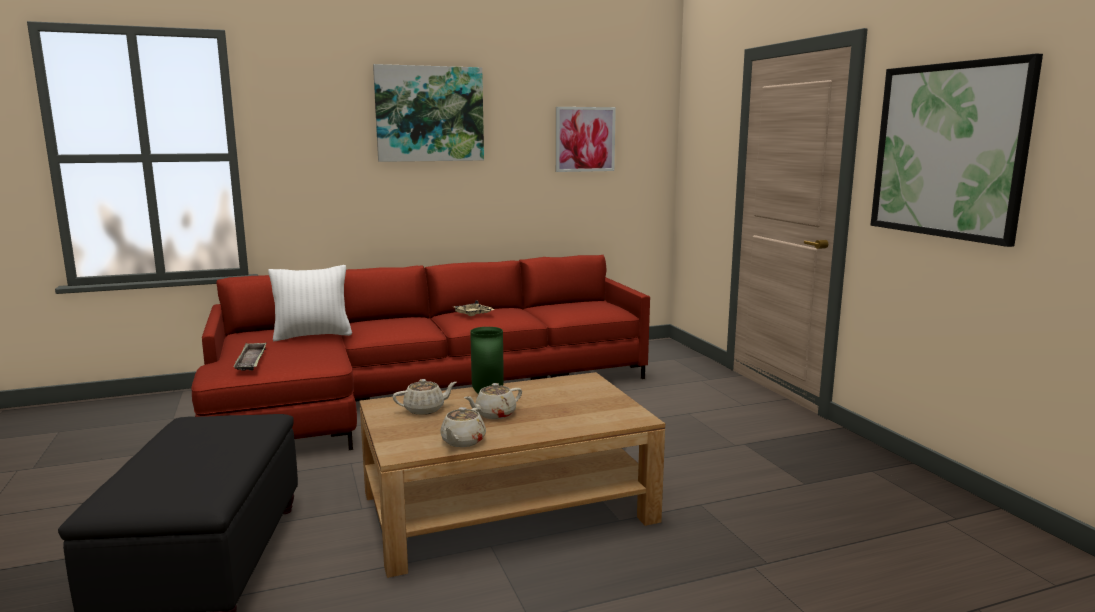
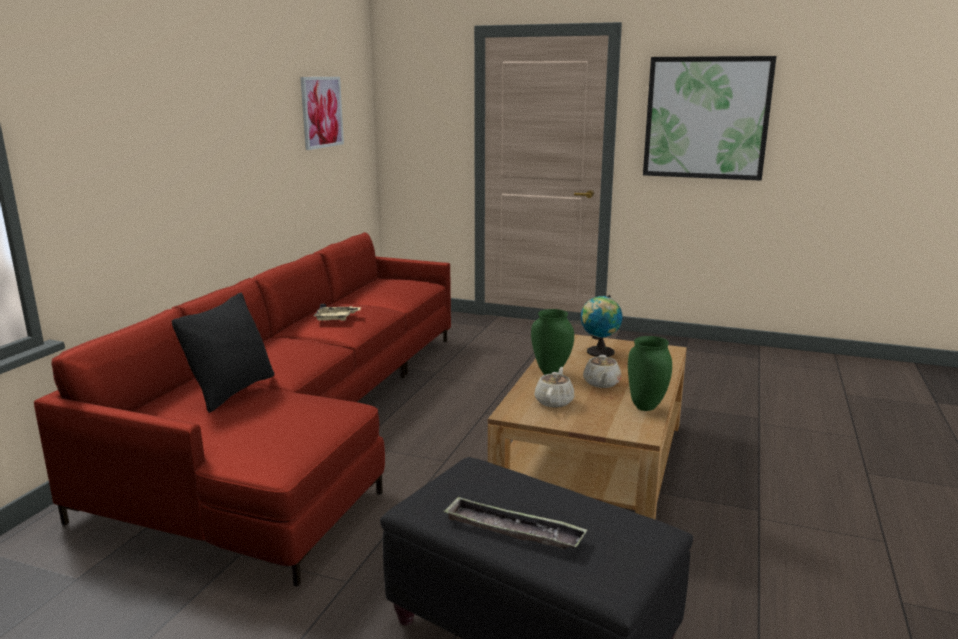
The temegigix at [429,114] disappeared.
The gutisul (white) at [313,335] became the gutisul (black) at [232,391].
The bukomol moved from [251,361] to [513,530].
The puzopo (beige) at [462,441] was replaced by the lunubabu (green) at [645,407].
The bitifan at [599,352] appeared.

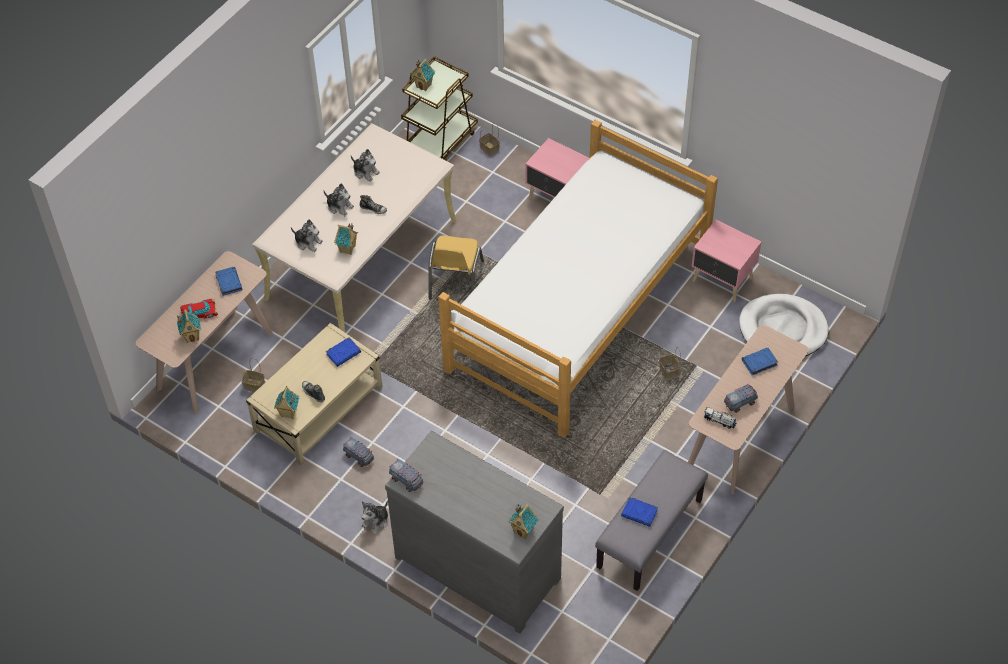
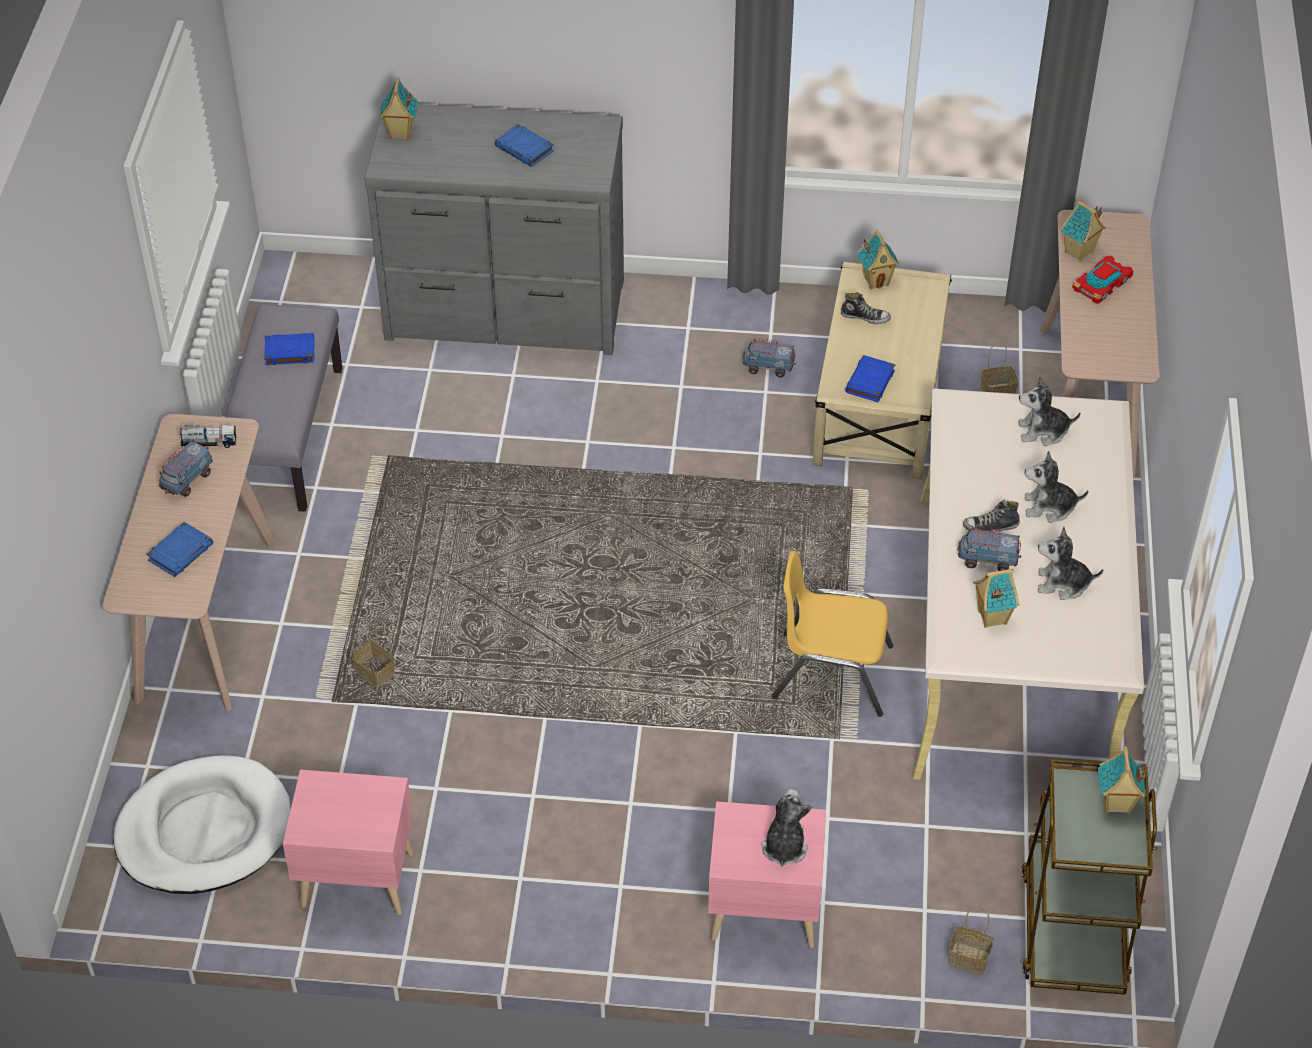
The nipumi at [579,311] disappeared.
The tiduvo moved from [348,249] to [991,617].
The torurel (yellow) at [455,280] turned 60 degrees counterclockwise.
The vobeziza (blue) moved from [228,282] to [525,149].
The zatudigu moved from [406,480] to [987,560].
The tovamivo moved from [376,521] to [784,846].

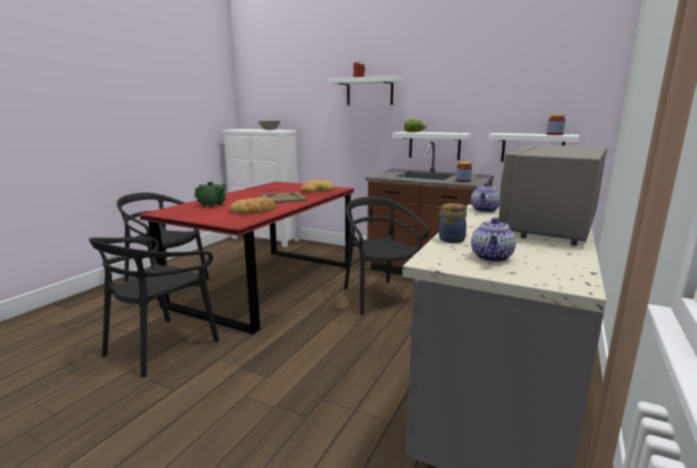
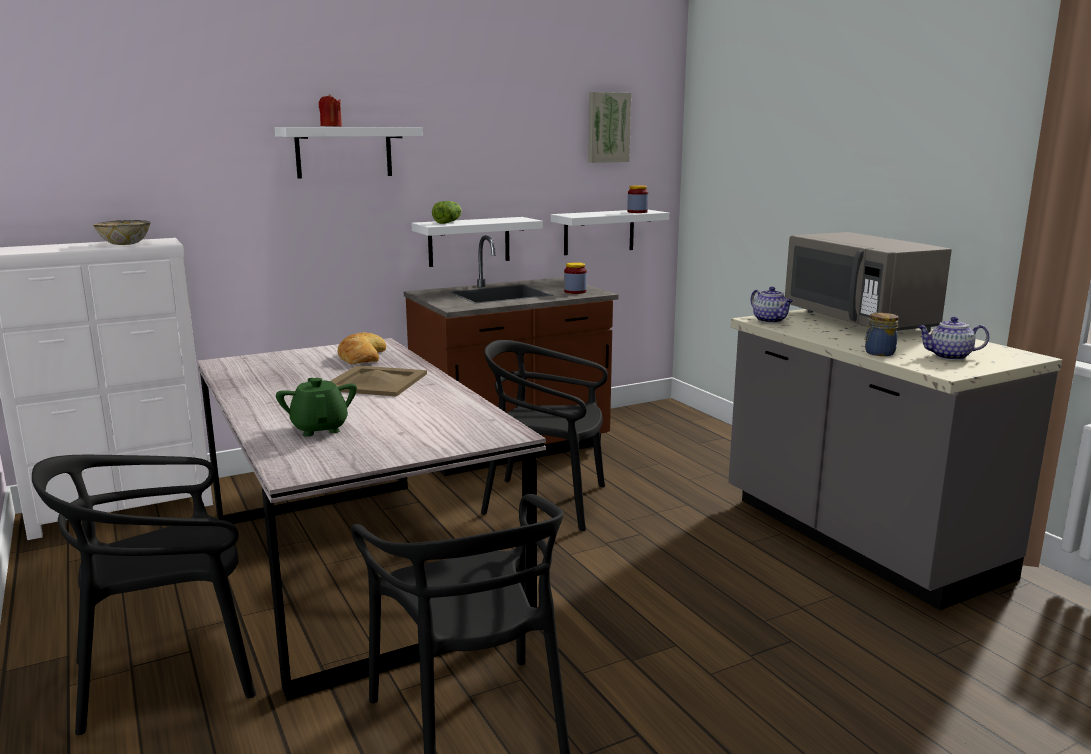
The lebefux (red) at [267,284] became the lebefux (grey) at [360,566].
The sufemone at [254,211] disappeared.
The puzopo at [492,258] turned 135 degrees clockwise.
The temegigix at [607,127] appeared.

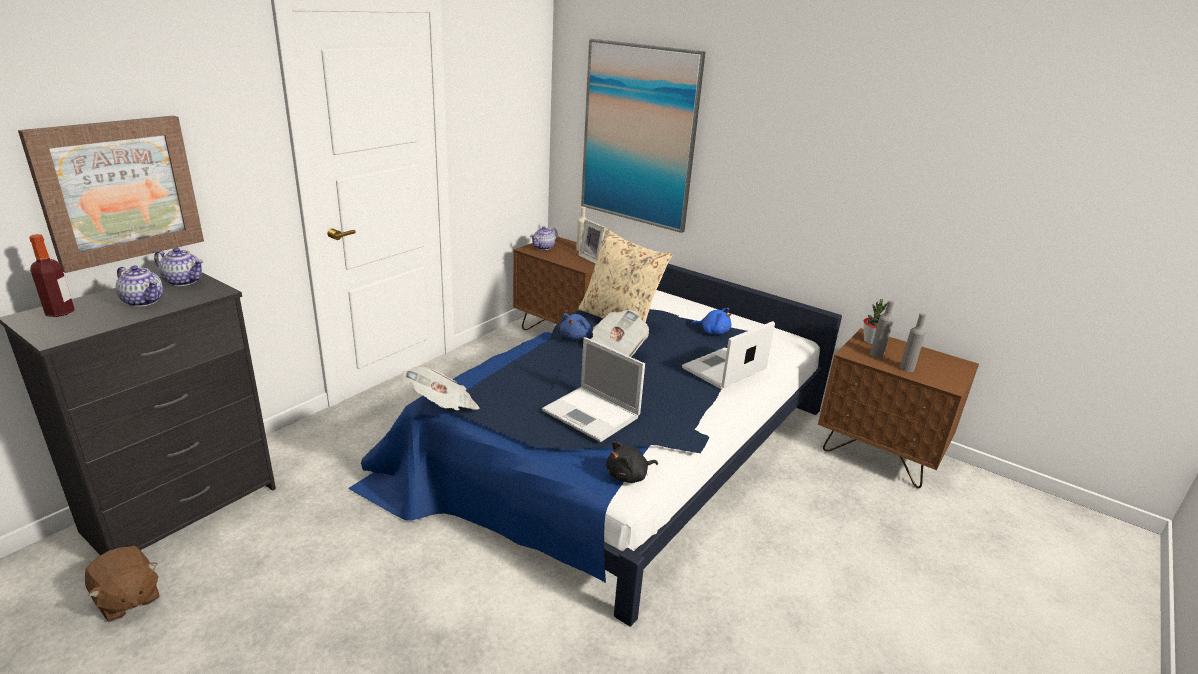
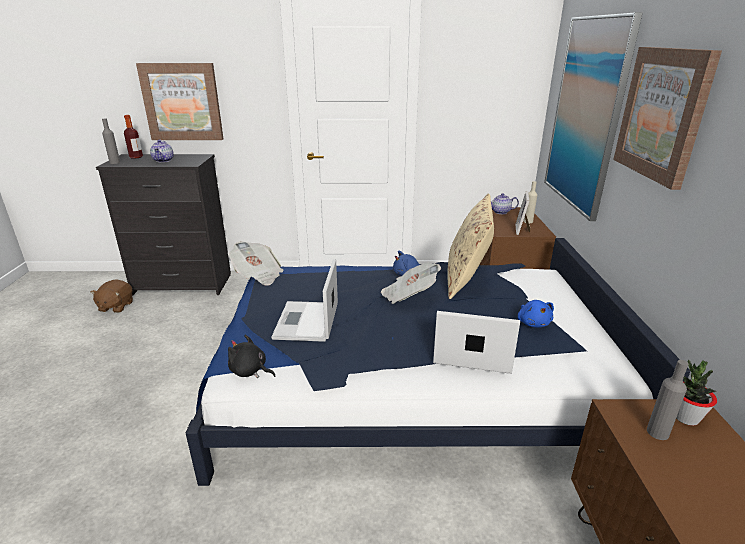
The puzopo at [184,281] disappeared.
The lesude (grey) moved from [907,368] to [115,162].
The temegigix at [663,114] appeared.

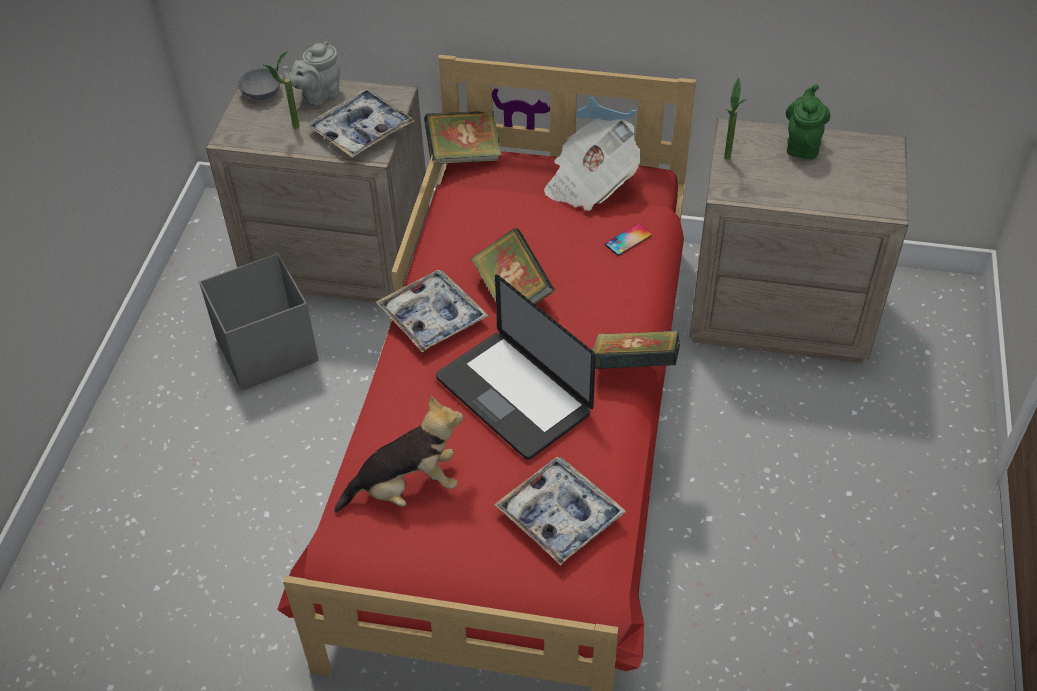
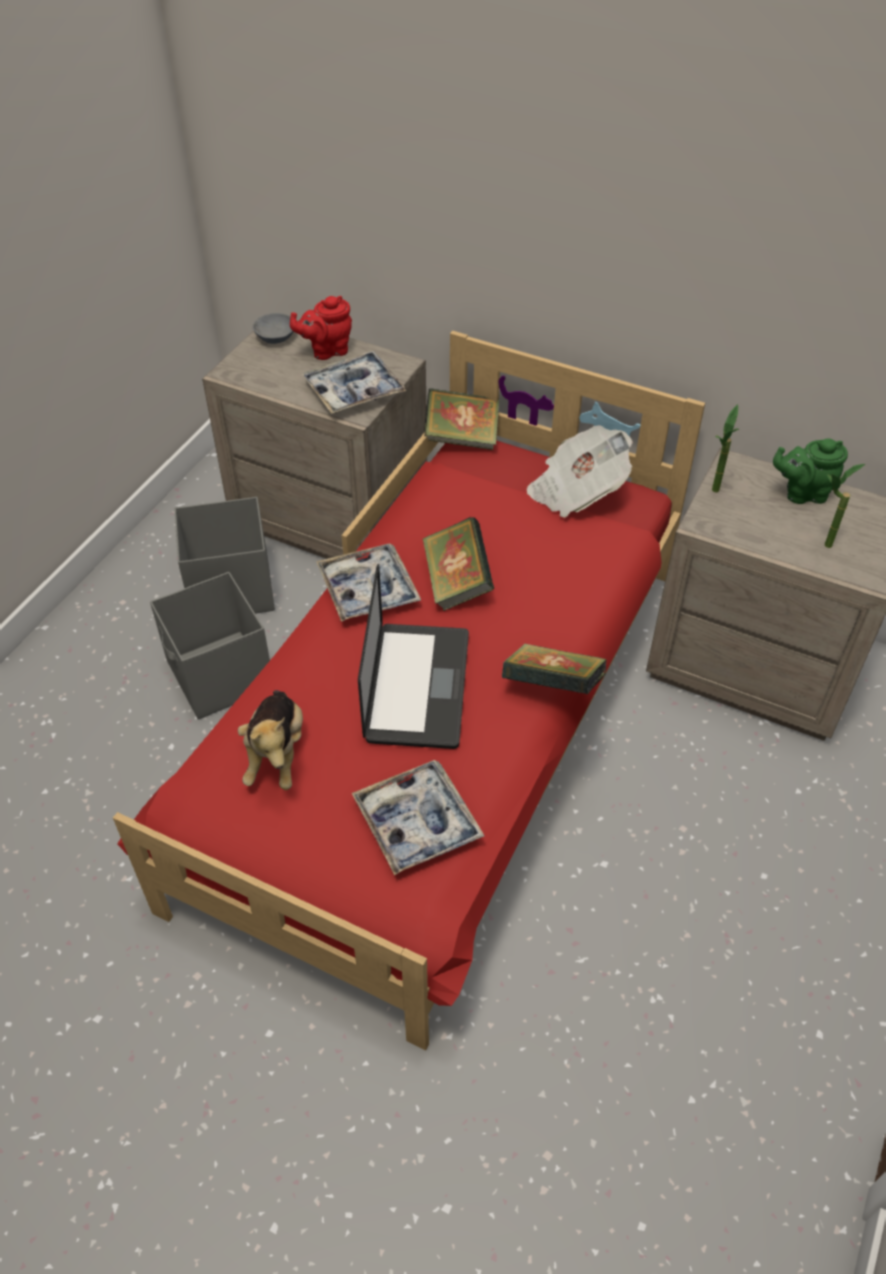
The puzopo (grey) at [318,96] became the puzopo (red) at [326,351].
The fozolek moved from [289,128] to [820,546].
The puzopo (green) at [802,145] turned 120 degrees counterclockwise.
The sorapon at [628,240] disappeared.
The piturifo at [513,396] turned 150 degrees counterclockwise.
The tovamivo at [407,487] turned 90 degrees clockwise.
The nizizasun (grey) at [220,676] appeared.

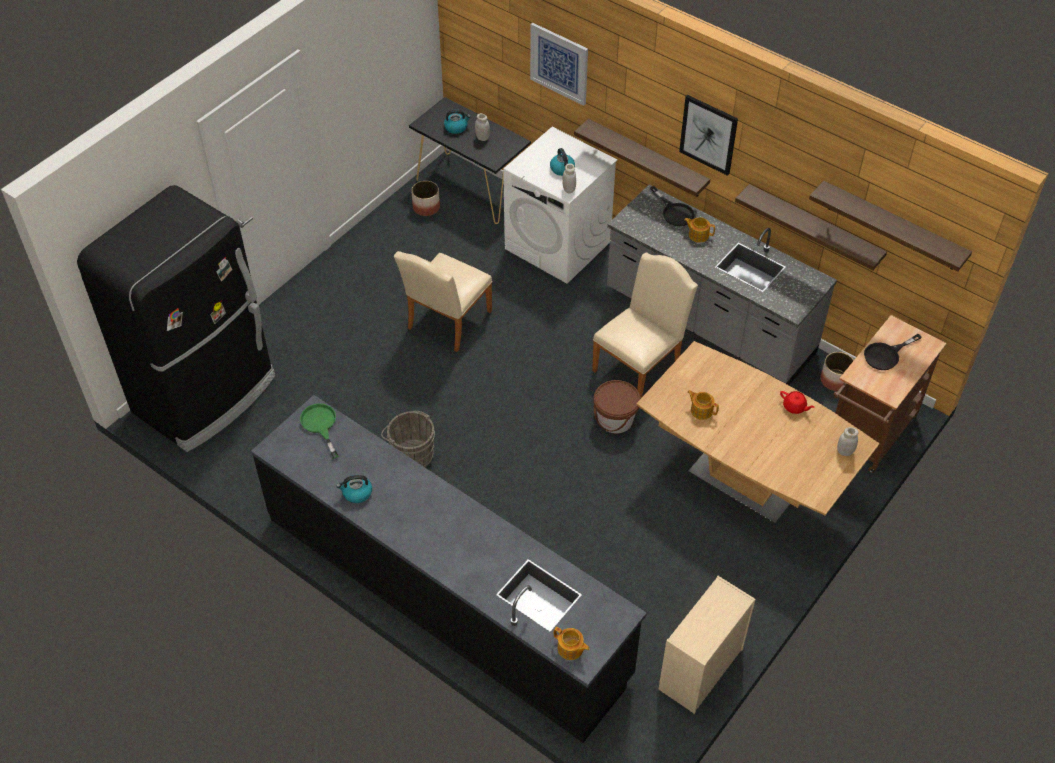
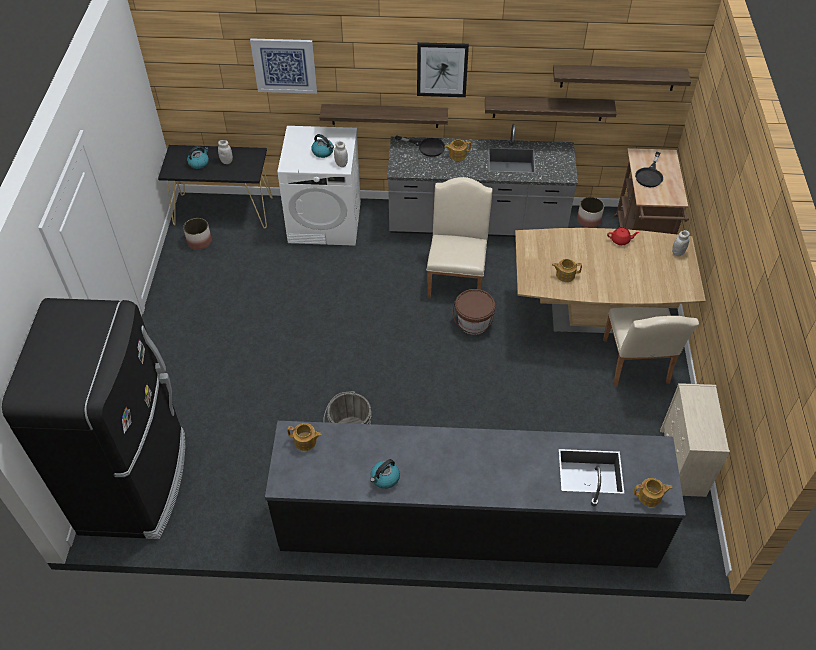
The torurel (beige) moved from [446,323] to [636,365].
The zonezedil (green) at [320,425] was replaced by the puzopo at [305,441].

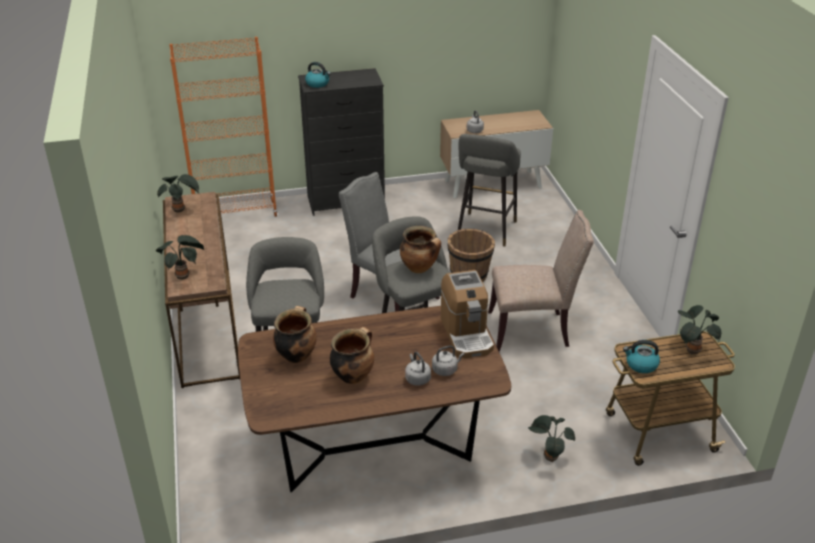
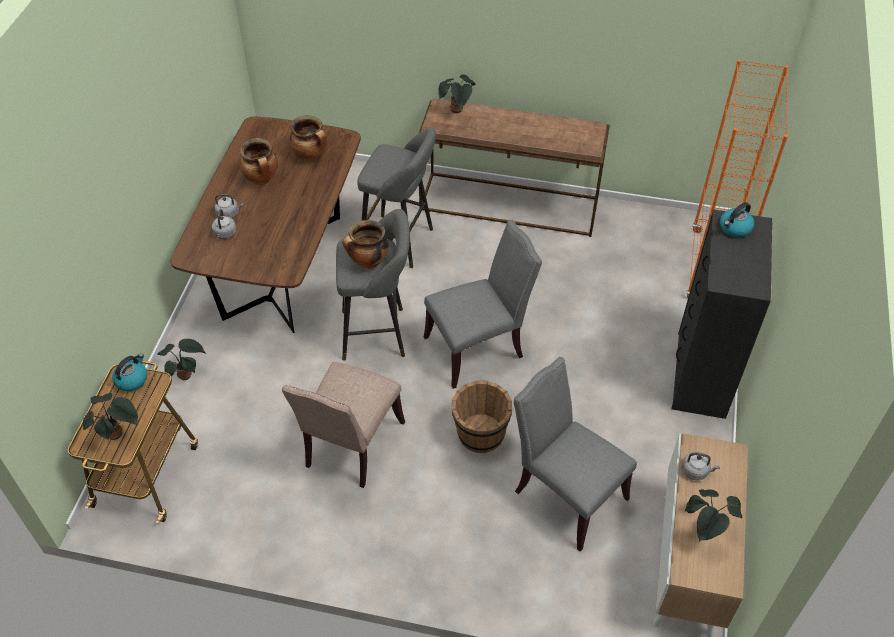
The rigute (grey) at [485,231] was replaced by the torurel (grey) at [565,494].
The fozolek moved from [180,210] to [705,530].
The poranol at [466,334] disappeared.

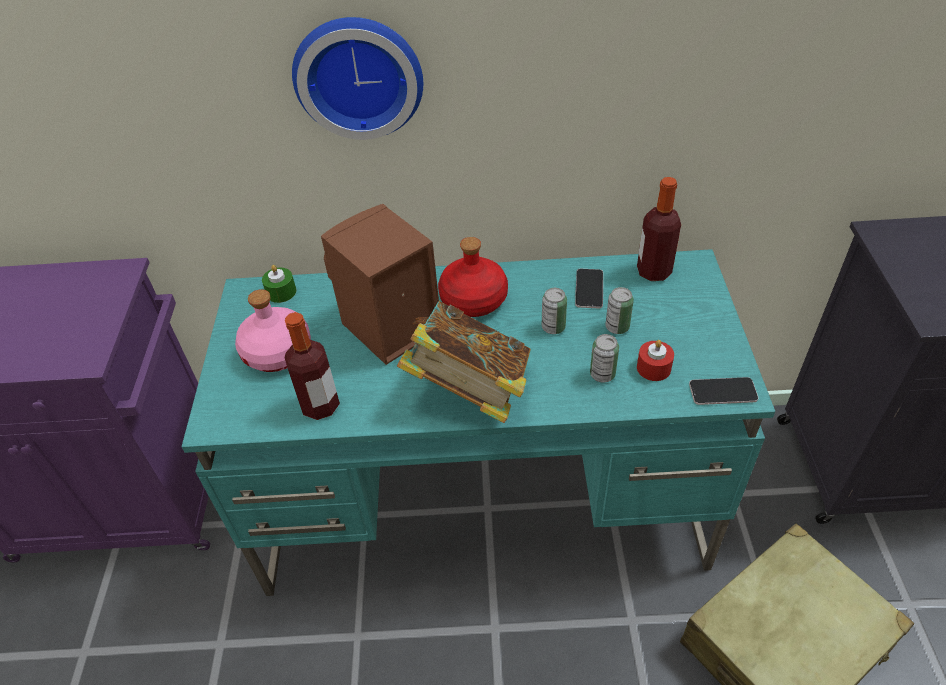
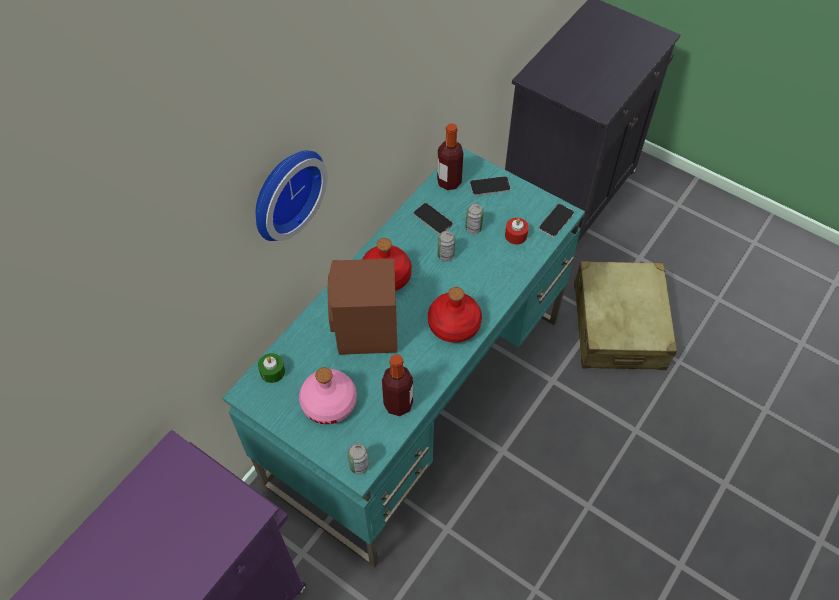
The vobeziza at [469,390] was replaced by the lesude (red) at [454,324].
The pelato moved from [602,374] to [359,466].
The sorapon at [490,186] appeared.

